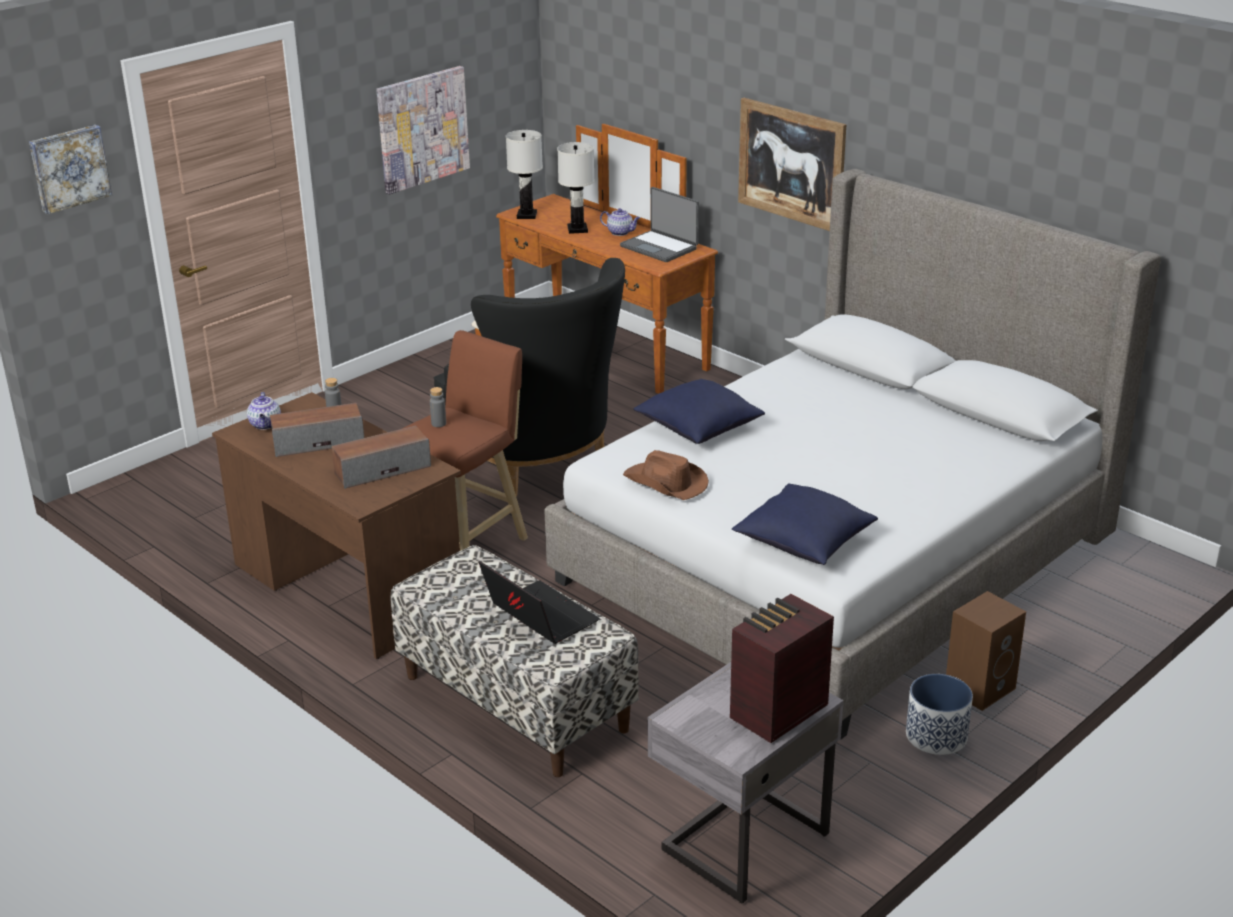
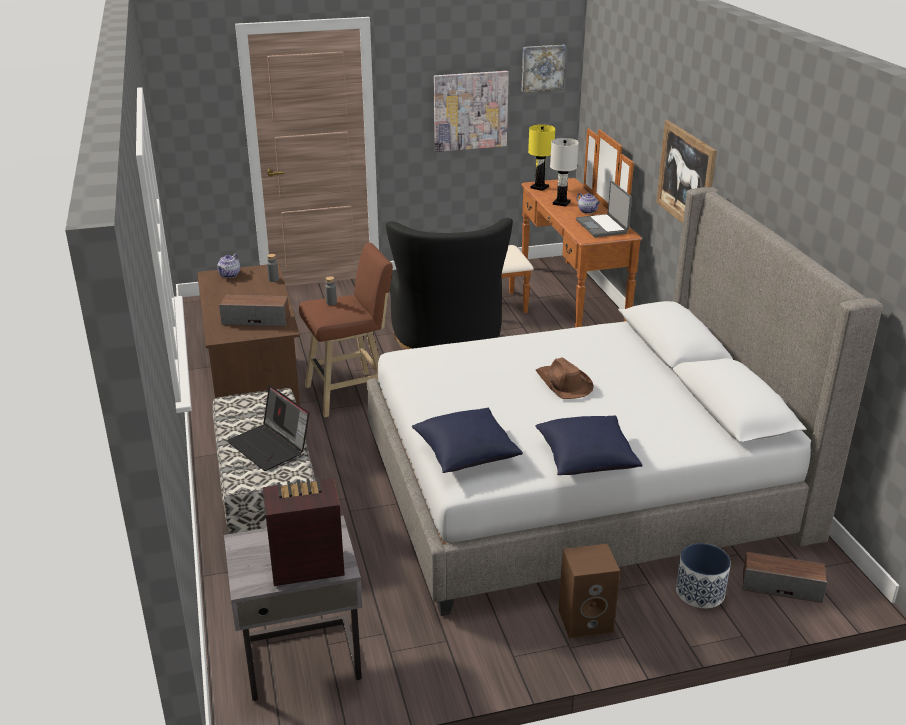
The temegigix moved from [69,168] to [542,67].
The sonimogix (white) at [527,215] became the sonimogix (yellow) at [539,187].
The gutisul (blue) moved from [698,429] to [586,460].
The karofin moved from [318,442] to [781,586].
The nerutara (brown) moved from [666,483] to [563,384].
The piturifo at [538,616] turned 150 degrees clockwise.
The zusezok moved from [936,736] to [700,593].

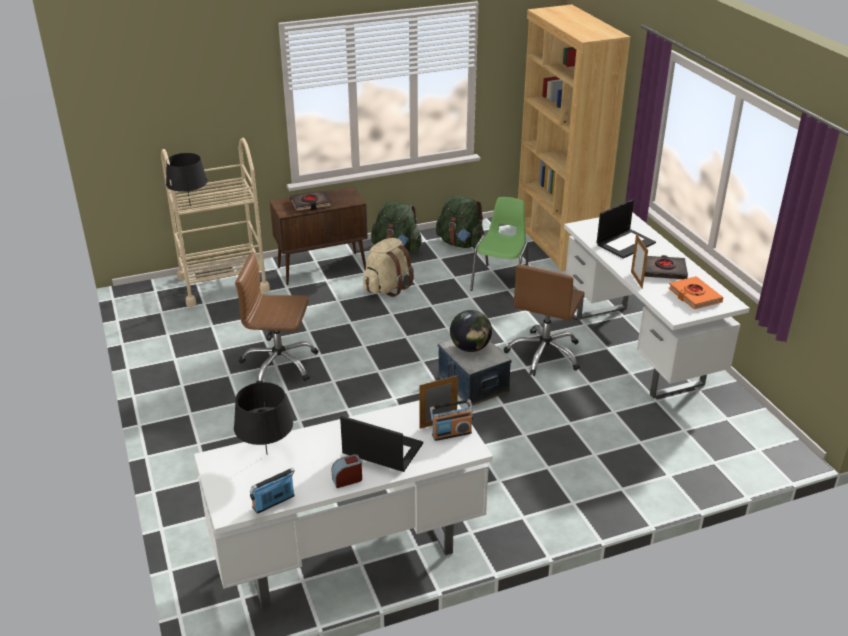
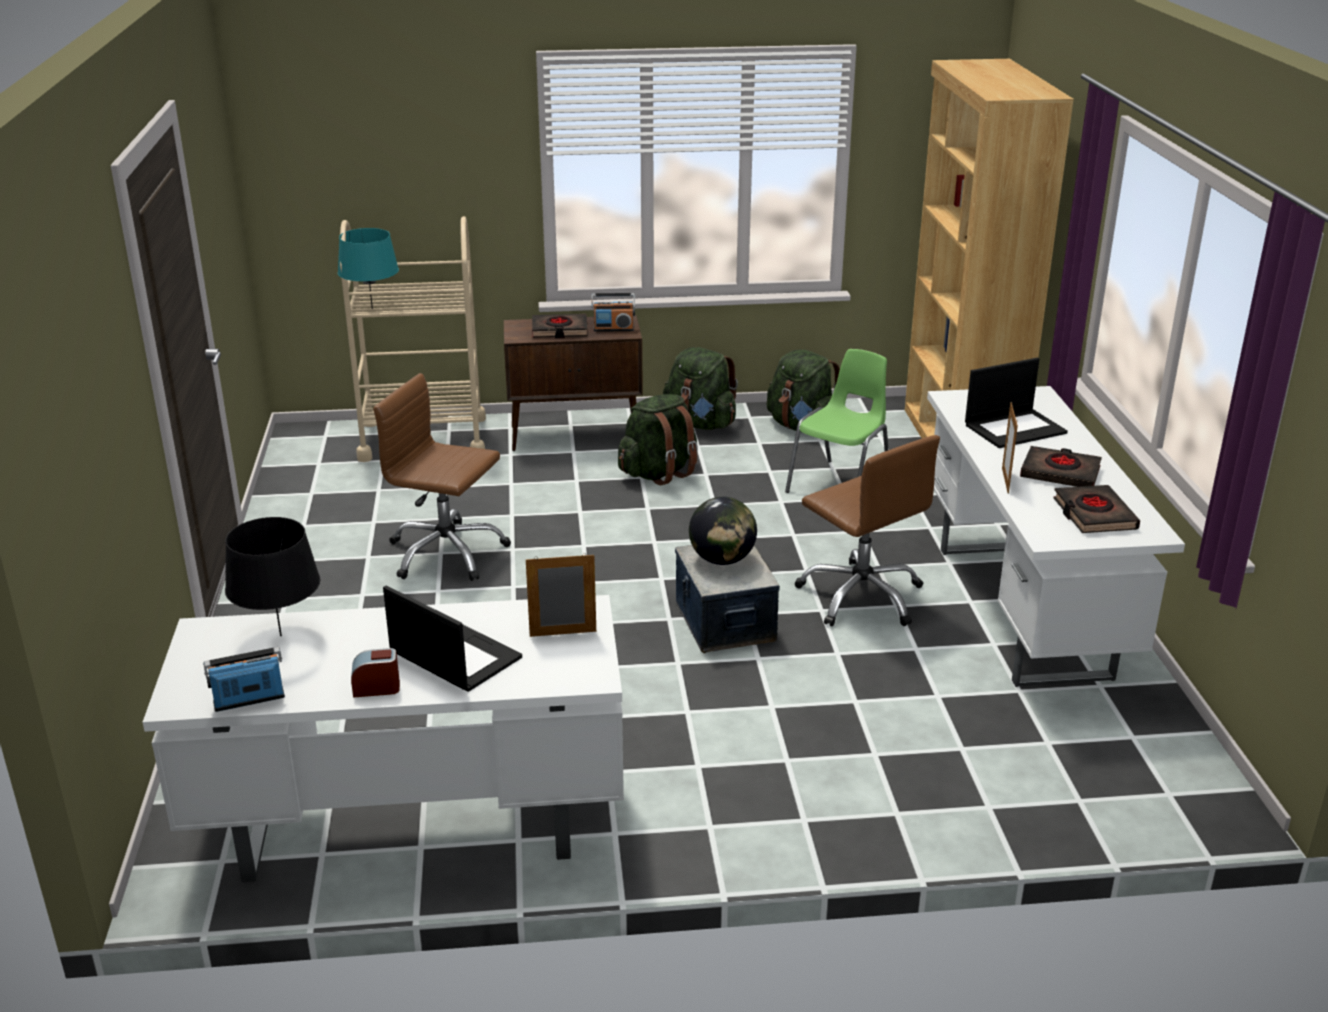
The sonimogix (black) at [190,206] became the sonimogix (turquoise) at [372,308].
The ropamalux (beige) at [387,288] became the ropamalux (green) at [659,473].
The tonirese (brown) at [544,354] turned 75 degrees counterclockwise.
The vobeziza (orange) at [694,296] became the vobeziza (black) at [1094,515].
The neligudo moved from [451,433] to [613,329].

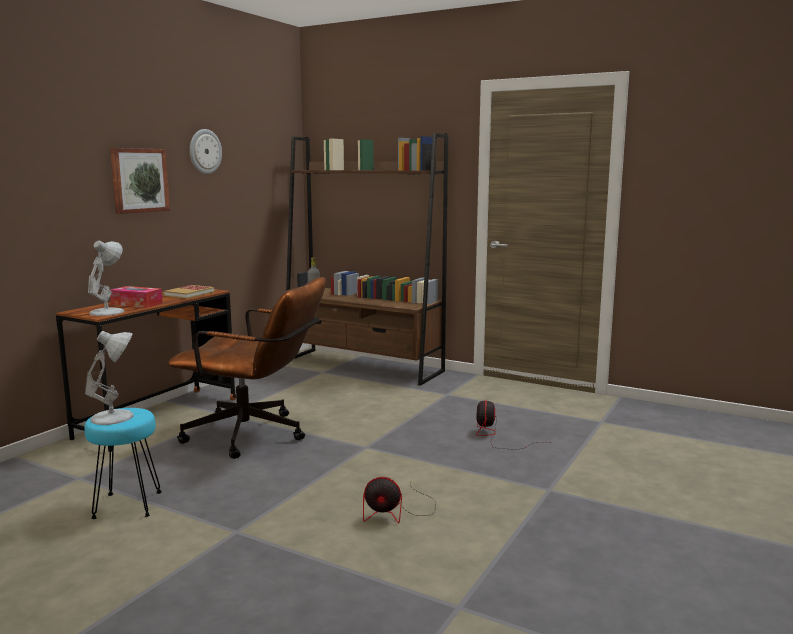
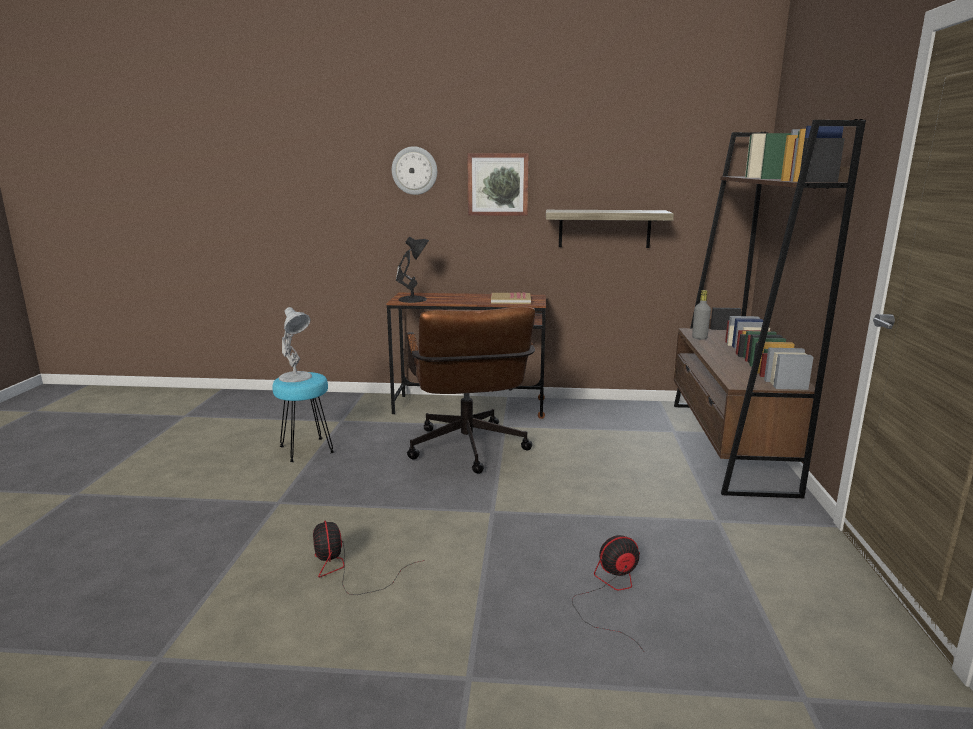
The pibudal moved from [204,151] to [414,170].
The sonimogix (white) at [108,312] became the sonimogix (black) at [414,299].
The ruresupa at [136,304] disappeared.
The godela at [604,228] appeared.

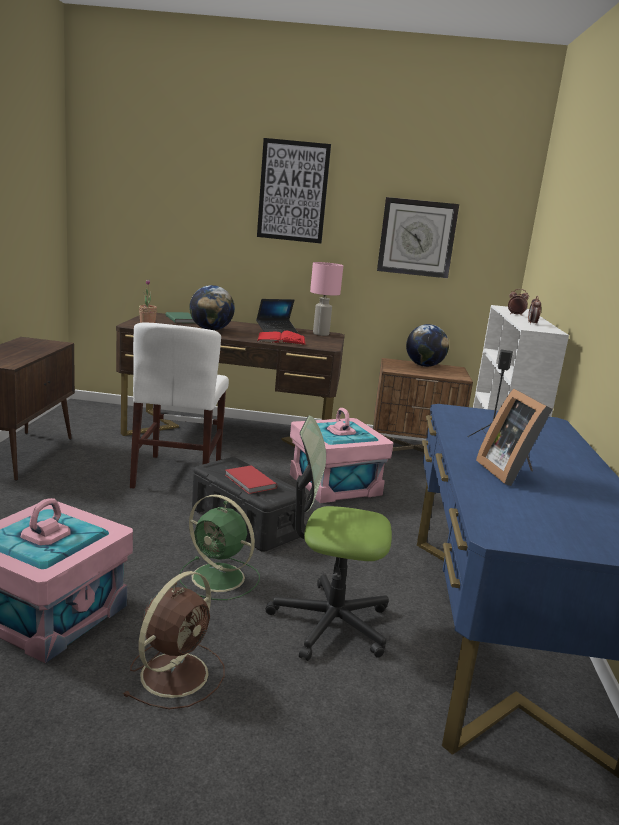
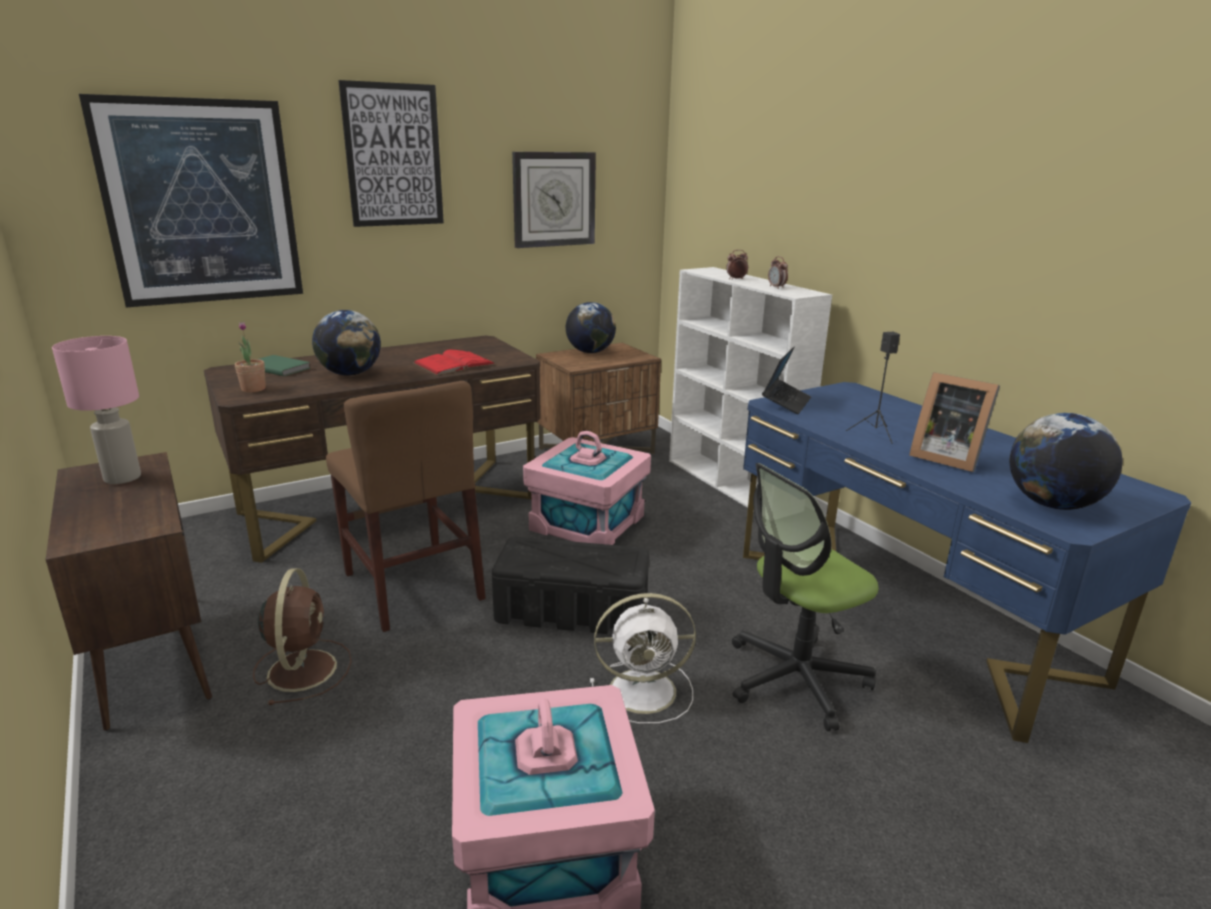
The sonimogix (pink) moved from [321,334] to [123,478].
The piturifo moved from [276,330] to [786,402].
The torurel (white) at [178,474] became the torurel (brown) at [413,586].
The vobeziza (red) at [249,482] disappeared.
The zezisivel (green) at [220,578] became the zezisivel (white) at [645,690].
The zezisivel (brown) moved from [176,672] to [303,668].
The temegigix at [201,203] appeared.
The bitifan at [1052,504] appeared.

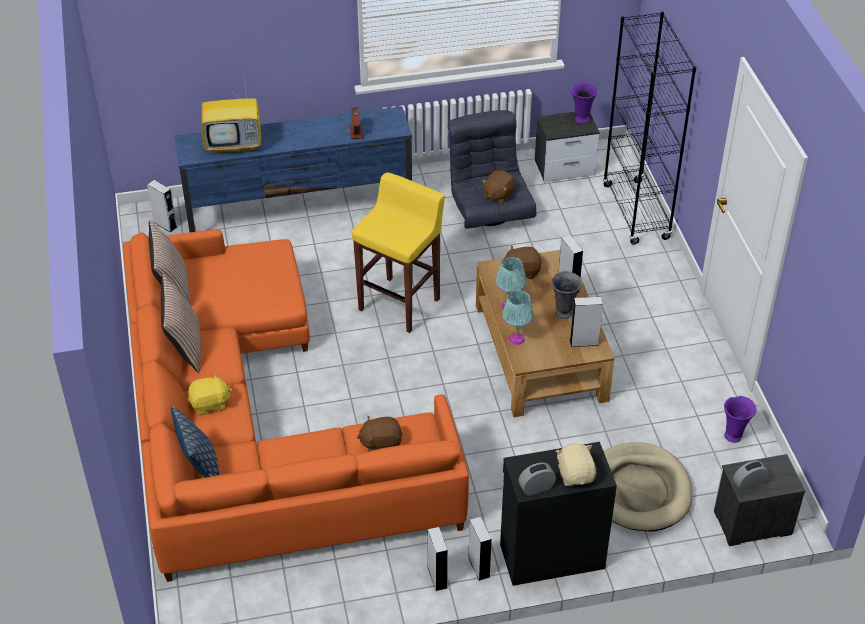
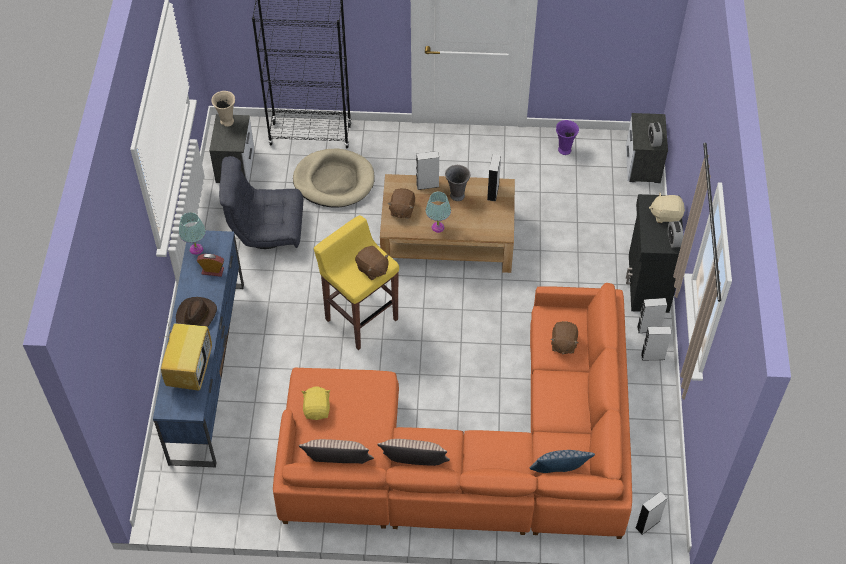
The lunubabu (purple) at [581,119] became the lunubabu (beige) at [227,122].
The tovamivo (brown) moved from [498,195] to [372,269].
The karofin (grey) moved from [165,225] to [647,524].
The sonimogix (turquoise) moved from [517,338] to [196,249].
The tovamivo (yellow) moved from [210,404] to [317,409].
The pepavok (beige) moved from [640,490] to [334,181].
The nerutara (brown) at [196,317] appeared.

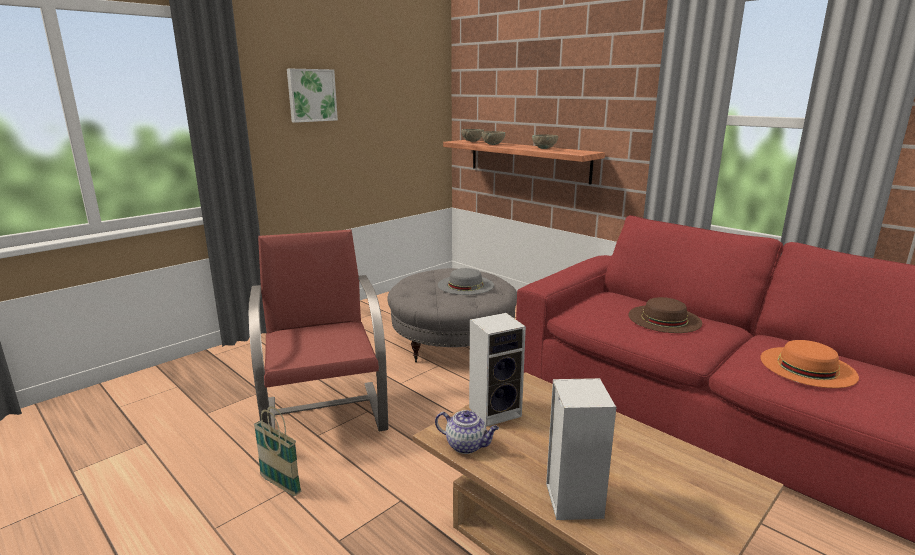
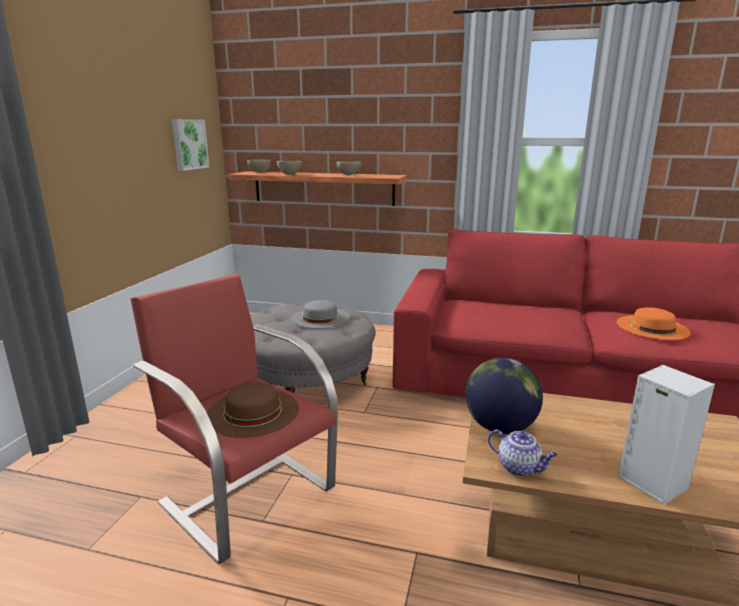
The temegigix moved from [311,95] to [189,144].
The nerutara (brown) moved from [664,318] to [253,411].
The karofin at [496,411] was replaced by the bitifan at [499,427].
The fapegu at [280,485] disappeared.
The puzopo at [467,445] turned 45 degrees clockwise.

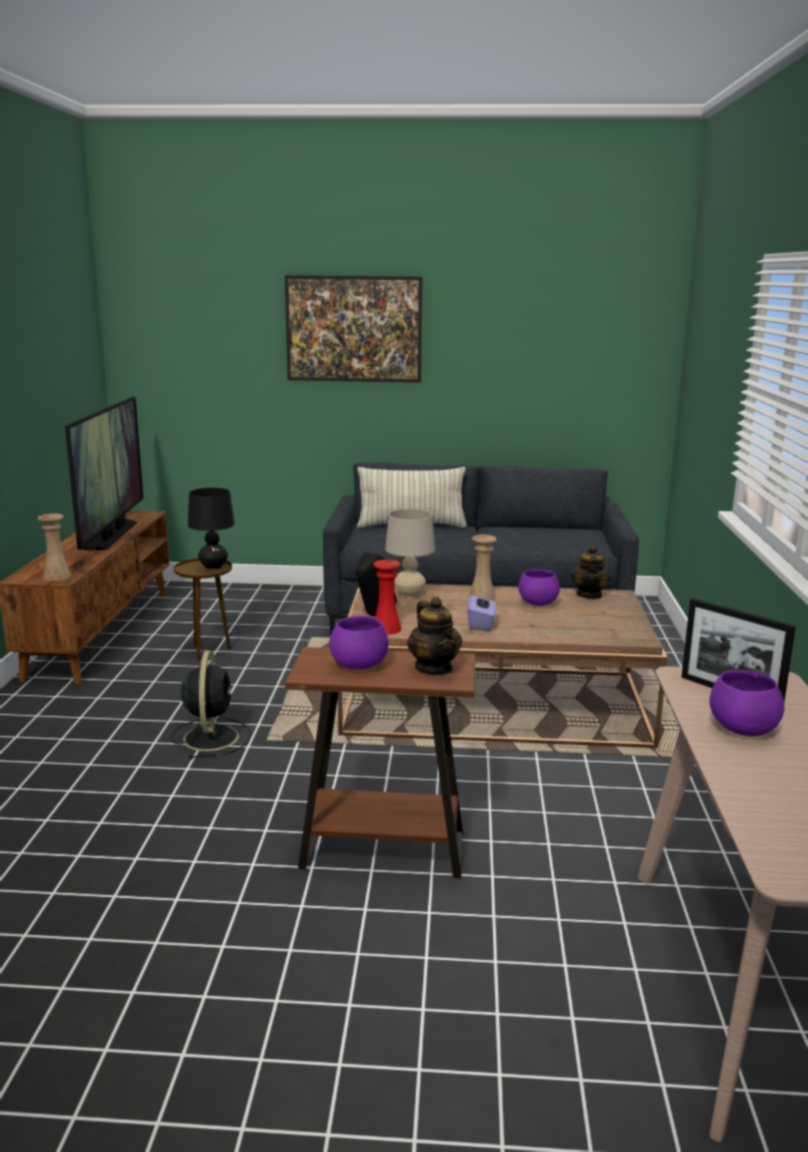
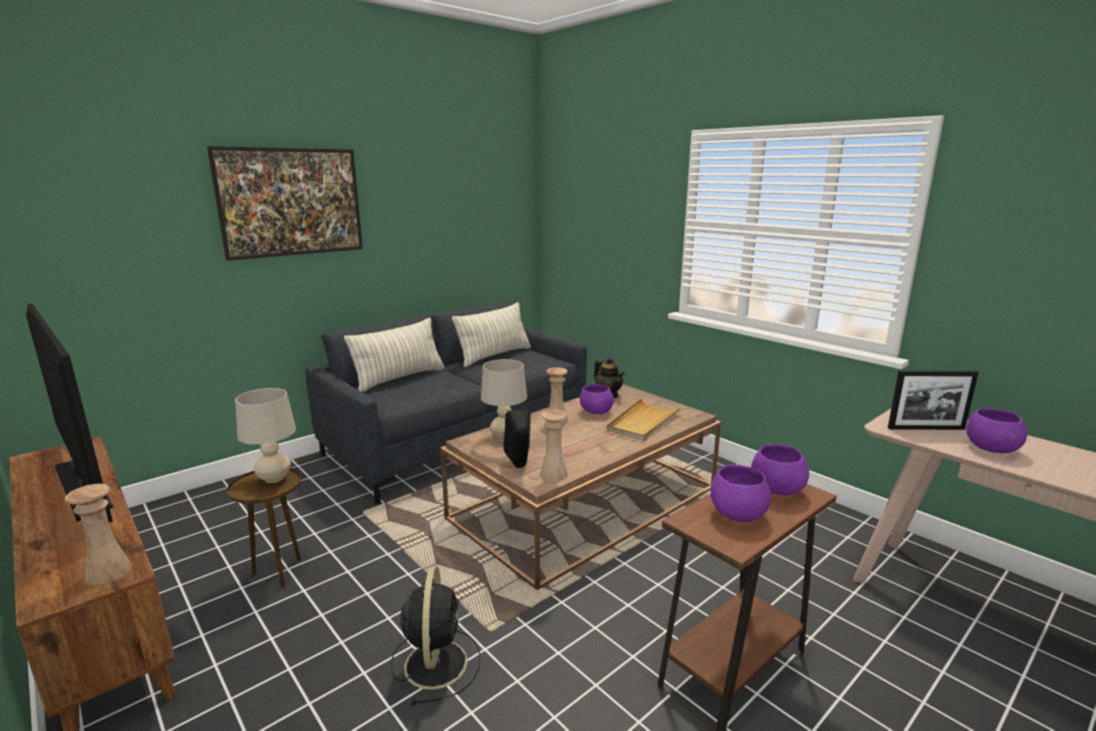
The sonimogix (black) at [213,566] became the sonimogix (beige) at [274,478].
The lunubabu (red) at [386,629] became the lunubabu (beige) at [553,474].
The ruresupa (purple) at [481,624] disappeared.
The puzopo at [434,668] was replaced by the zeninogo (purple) at [776,490].
The zezisivel (black) at [211,737] turned 45 degrees clockwise.
The gutisul at [494,356] appeared.
The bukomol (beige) at [643,422] appeared.

